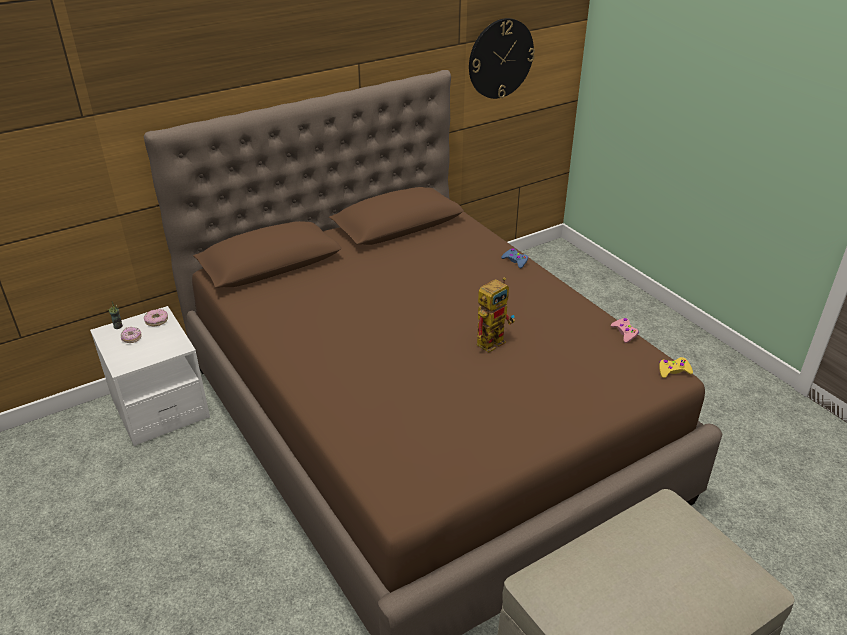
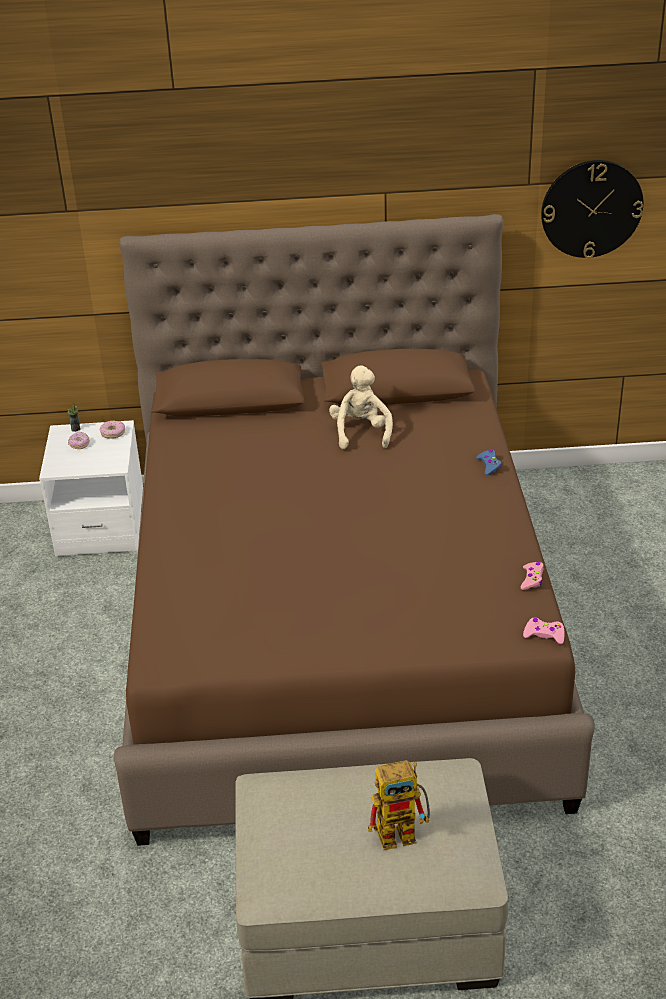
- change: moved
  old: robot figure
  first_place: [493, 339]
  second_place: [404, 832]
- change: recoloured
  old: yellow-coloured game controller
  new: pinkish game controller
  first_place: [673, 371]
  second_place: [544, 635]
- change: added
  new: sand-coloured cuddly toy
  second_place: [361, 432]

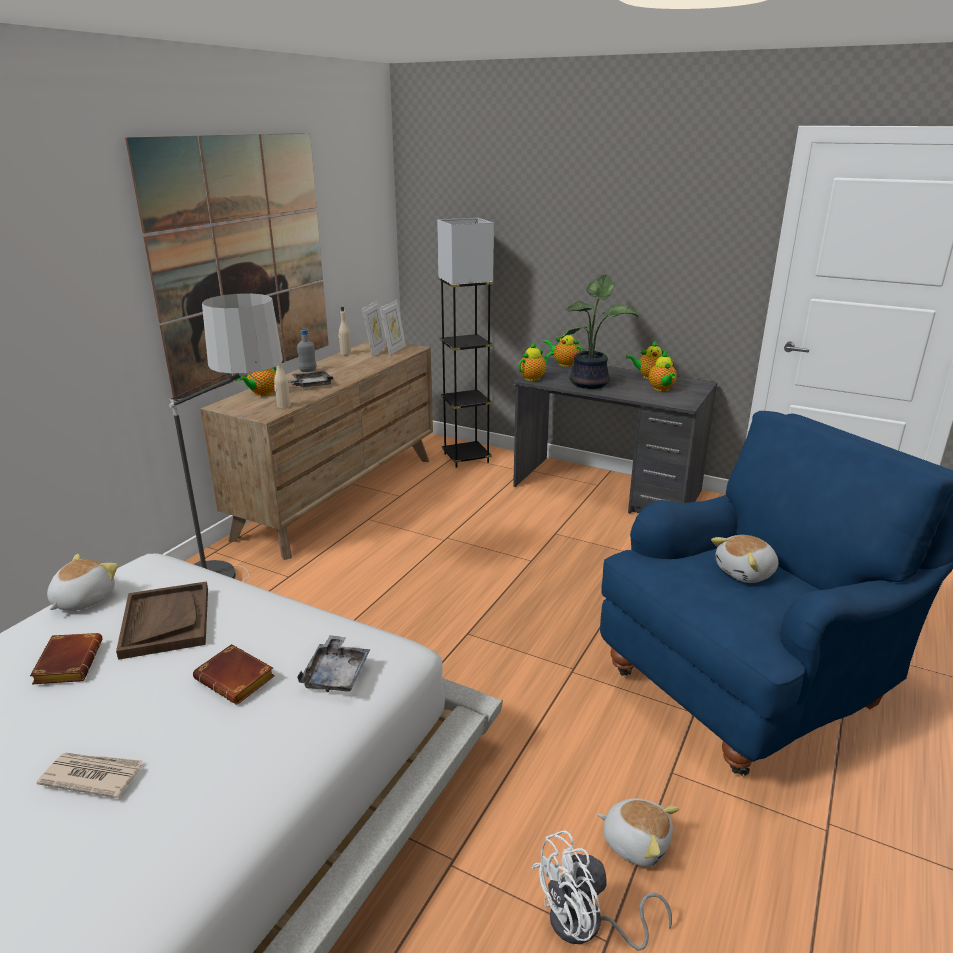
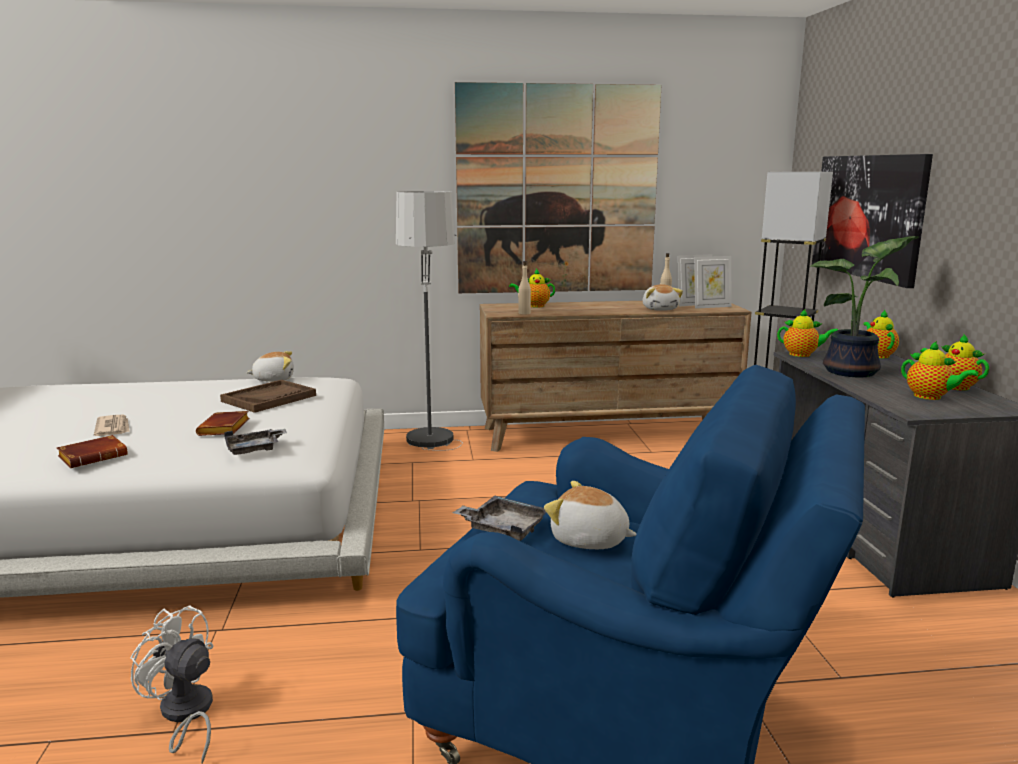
- change: removed
  old: gray drink bottle
  first_place: [308, 371]
- change: turned
  old: tea pot
  first_place: [661, 389]
  second_place: [930, 397]
  degrees: -90
- change: moved
  old: gray tray
  first_place: [311, 385]
  second_place: [503, 528]
- change: moved
  old: brown-coloured volume
  first_place: [67, 663]
  second_place: [94, 456]
- change: moved
  old: cuddly toy
  first_place: [636, 842]
  second_place: [660, 309]
- change: added
  new: wall art
  second_place: [867, 216]

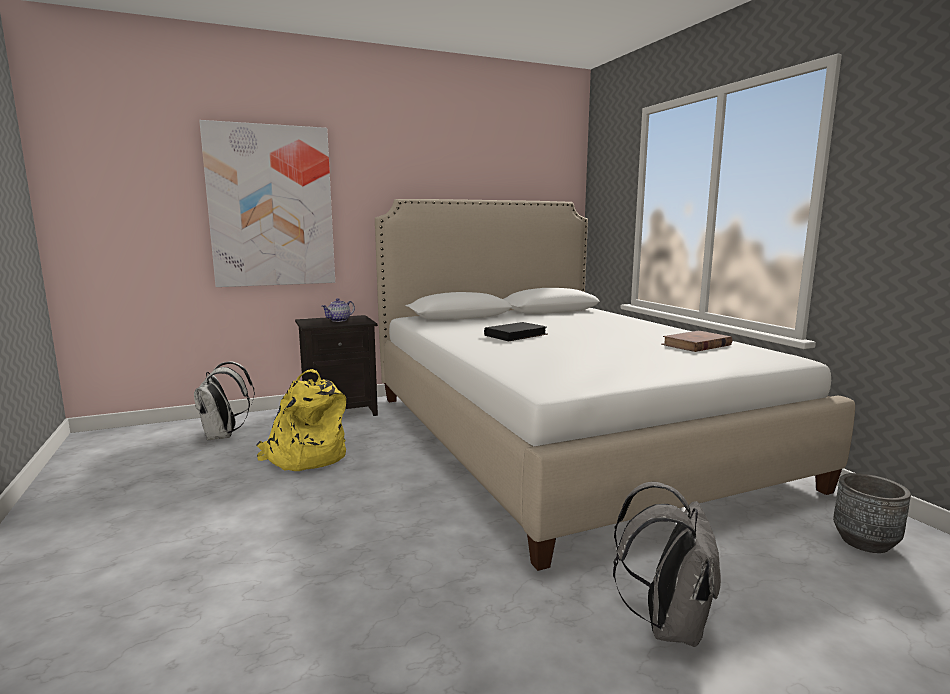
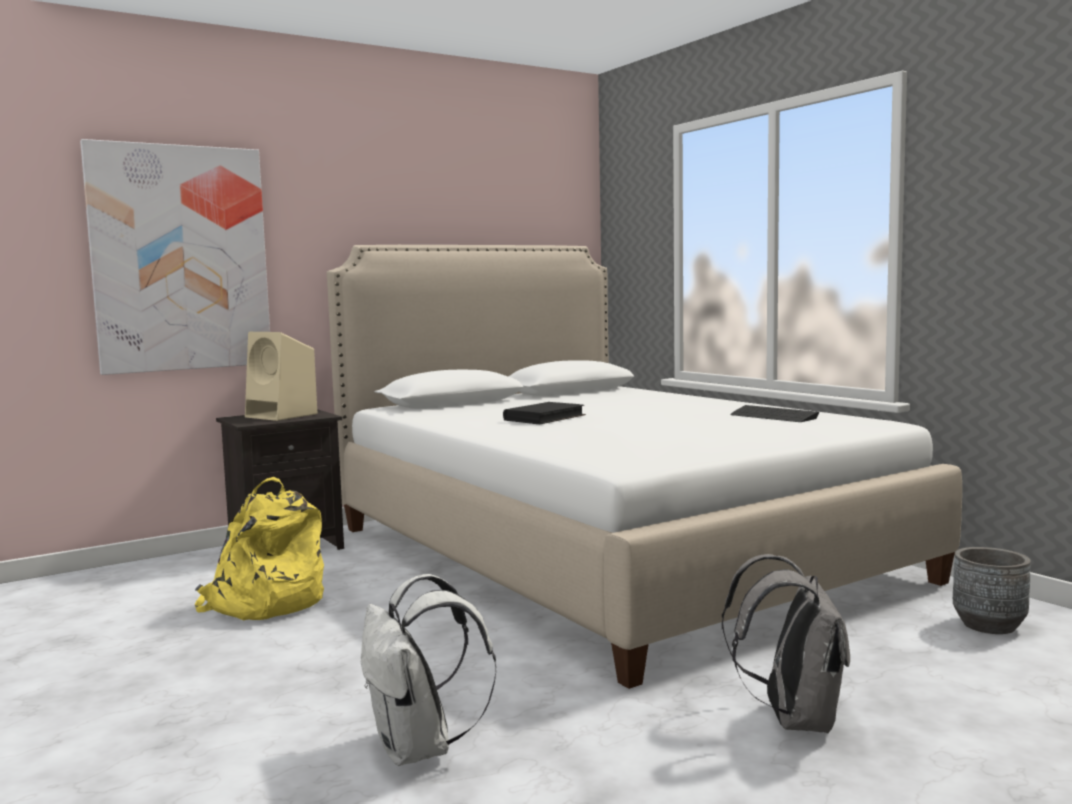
- change: replaced
  old: tea pot
  new: sand-coloured speaker
  first_place: [339, 320]
  second_place: [283, 415]
- change: replaced
  old: brown-coloured volume
  new: keyboard
  first_place: [696, 345]
  second_place: [773, 416]
- change: moved
  old: whitish backpack
  first_place: [223, 436]
  second_place: [419, 749]

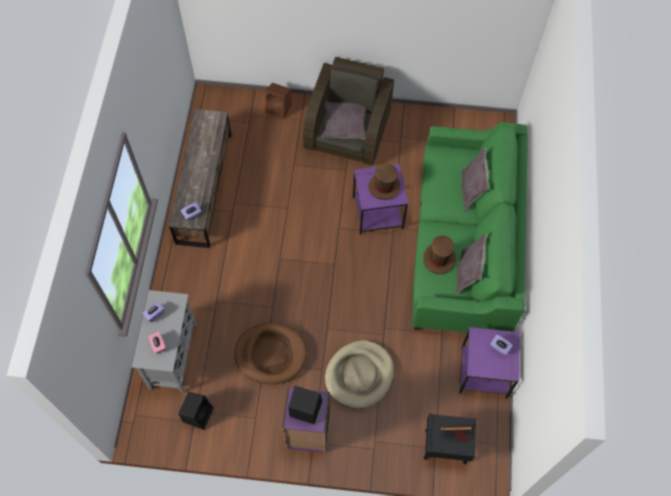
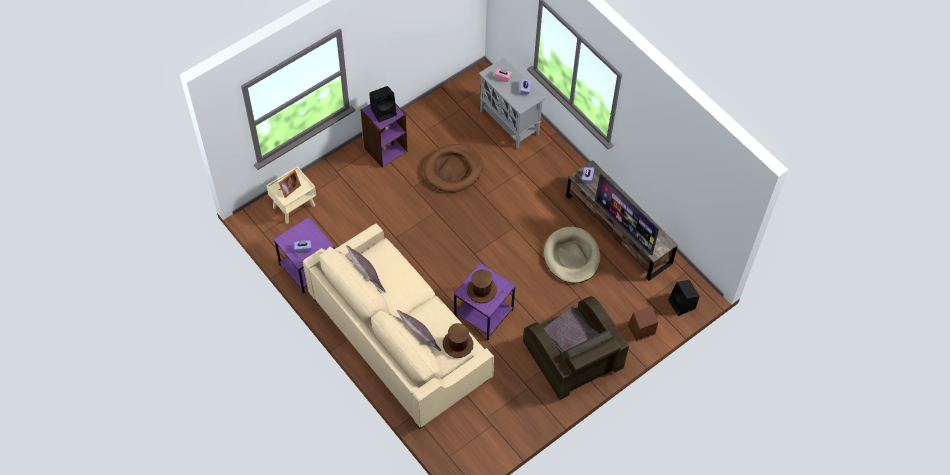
- change: recoloured
  old: green-coloured sofa
  new: sand-coloured sofa
  first_place: [462, 246]
  second_place: [400, 340]
- change: moved
  old: brown-coloured hat
  first_place: [439, 259]
  second_place: [457, 344]
- change: moved
  old: sand-coloured pet bed
  first_place: [359, 375]
  second_place: [571, 257]
- change: moved
  old: blackish speaker
  first_place: [198, 414]
  second_place: [682, 304]
- change: recoloured
  old: blackish night table
  new: sand-coloured night table
  first_place: [445, 446]
  second_place: [294, 206]
- change: added
  new: TV
  second_place: [624, 227]

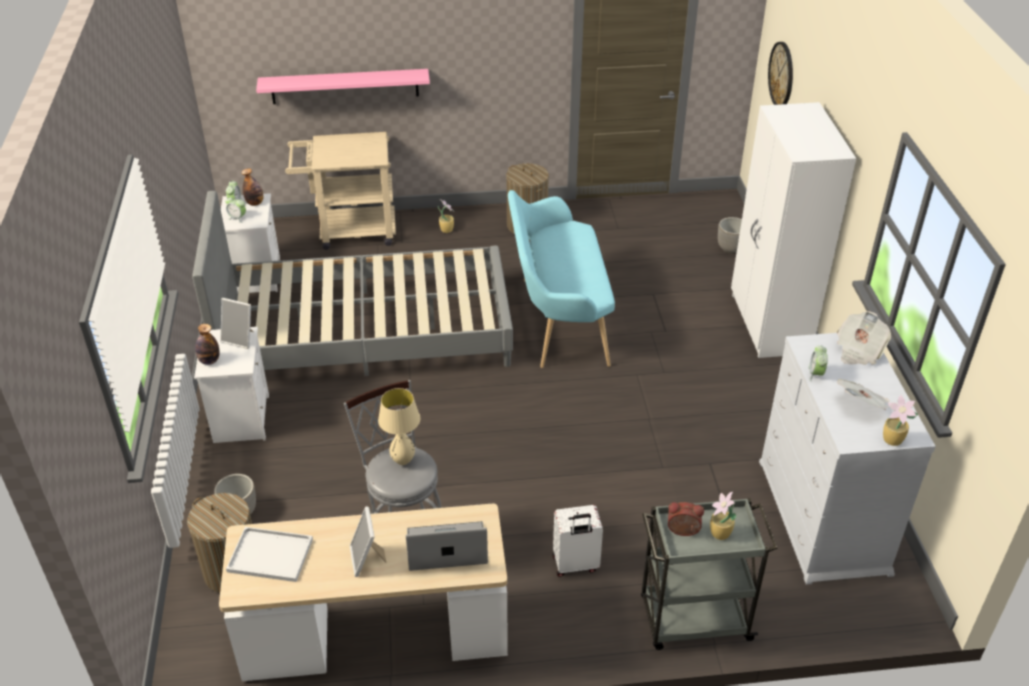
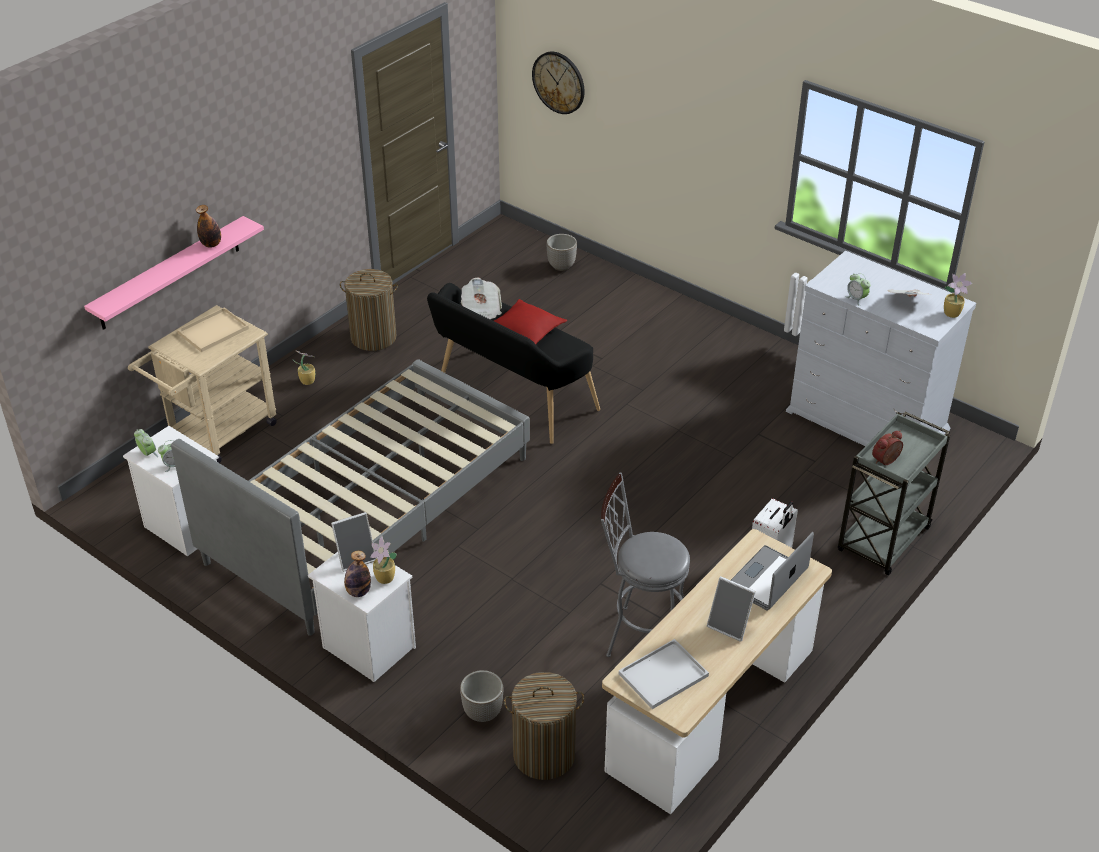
- change: removed
  old: whitish armoire
  first_place: [769, 324]
- change: moved
  old: drink bottle
  first_place: [255, 203]
  second_place: [211, 244]
- change: recoloured
  old: blue-green long seat
  new: blackish long seat
  first_place: [557, 320]
  second_place: [511, 400]
- change: moved
  old: daily paper
  first_place: [858, 350]
  second_place: [482, 310]
- change: removed
  old: sand-coloured table lamp
  first_place: [403, 461]
- change: moved
  old: potted plant
  first_place: [720, 534]
  second_place: [385, 579]
- change: added
  new: red-coloured throw pillow
  second_place: [525, 331]
- change: added
  new: sand-coloured tray
  second_place: [212, 331]

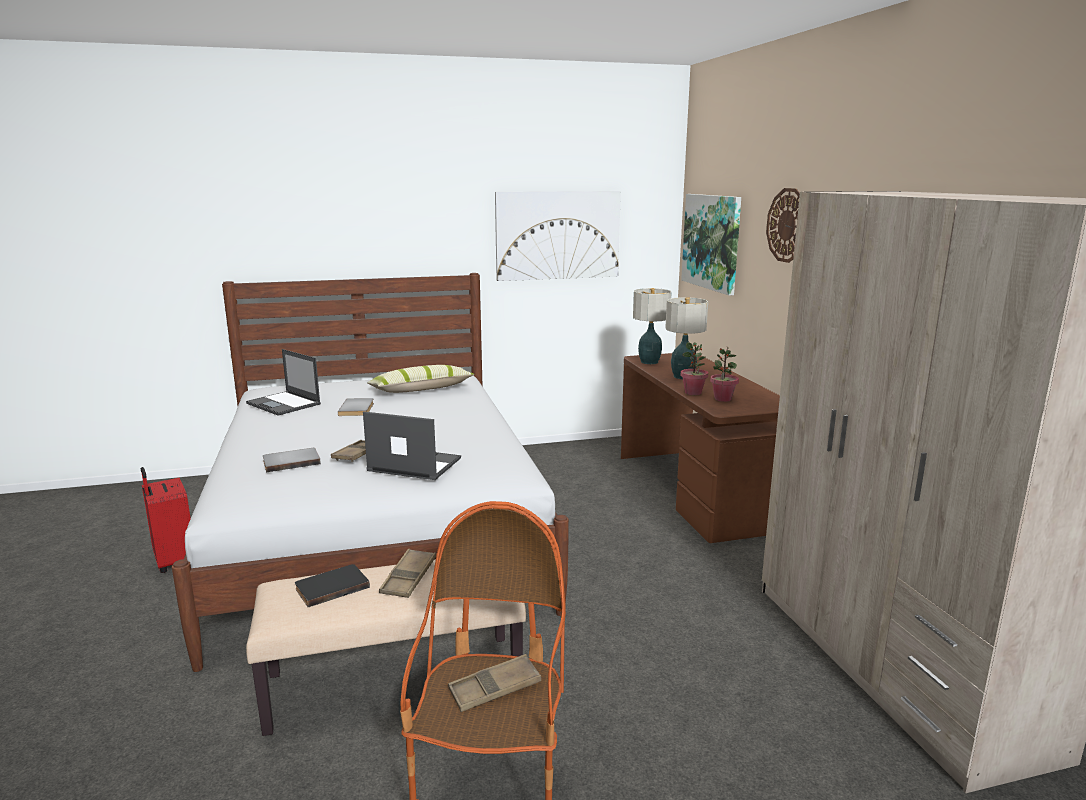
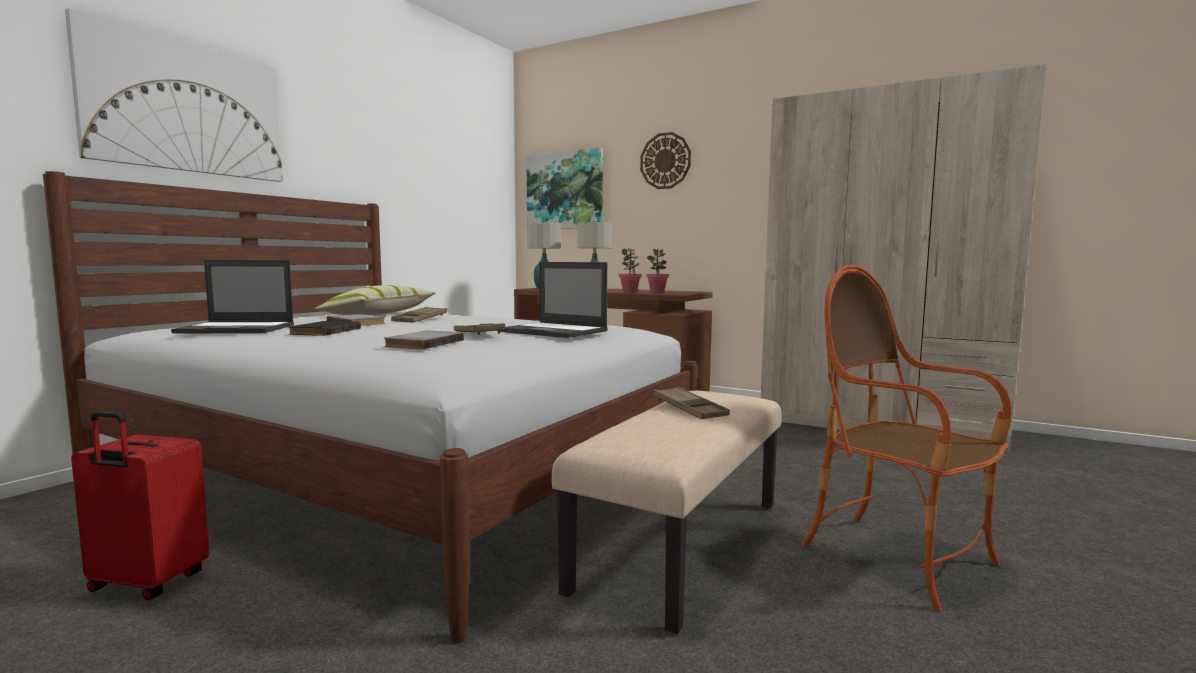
- change: moved
  old: wall art
  first_place: [557, 235]
  second_place: [187, 108]
- change: turned
  old: notebook computer
  first_place: [413, 464]
  second_place: [555, 331]
  degrees: -120
- change: moved
  old: blackish volume
  first_place: [331, 587]
  second_place: [323, 331]
- change: moved
  old: brown-coloured tray
  first_place: [495, 689]
  second_place: [420, 319]

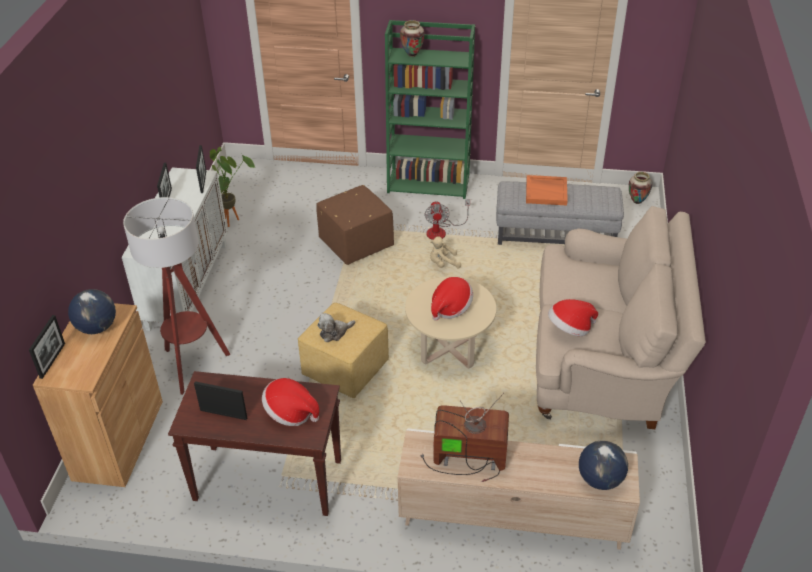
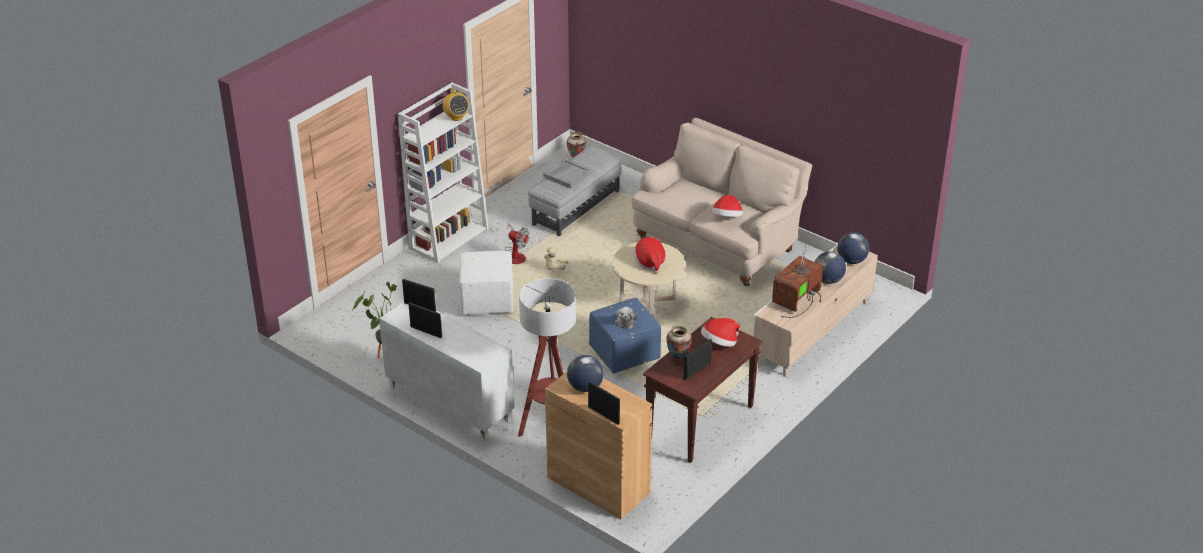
- change: recoloured
  old: green-coloured shelving unit
  new: whitish shelving unit
  first_place: [429, 183]
  second_place: [449, 238]
- change: moved
  old: vase
  first_place: [412, 55]
  second_place: [678, 357]
- change: recoloured
  old: orange-coloured tray
  new: gray tray
  first_place: [546, 192]
  second_place: [567, 175]
- change: recoloured
  old: brown-coloured ottoman
  new: whitish ottoman
  first_place: [356, 243]
  second_place: [486, 301]
- change: recoloured
  old: yellow-coloured ottoman
  new: blue ottoman
  first_place: [344, 370]
  second_place: [624, 355]
- change: added
  new: radio set
  second_place: [456, 117]
- change: added
  new: globe
  second_place: [828, 280]

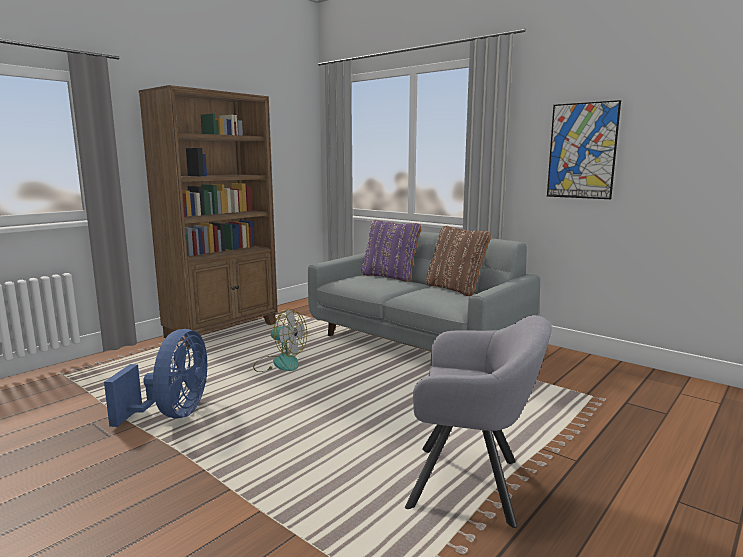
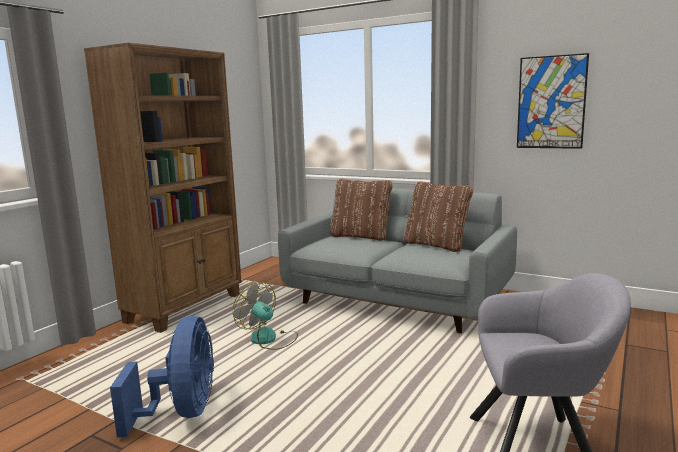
- change: recoloured
  old: purple-coloured throw pillow
  new: brown-coloured throw pillow
  first_place: [390, 276]
  second_place: [361, 236]
- change: turned
  old: electric fan
  first_place: [279, 363]
  second_place: [269, 339]
  degrees: -150

